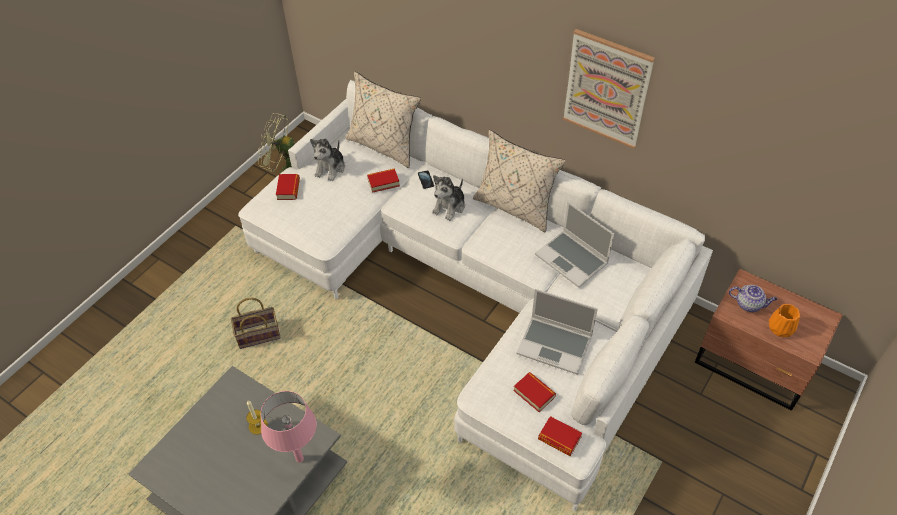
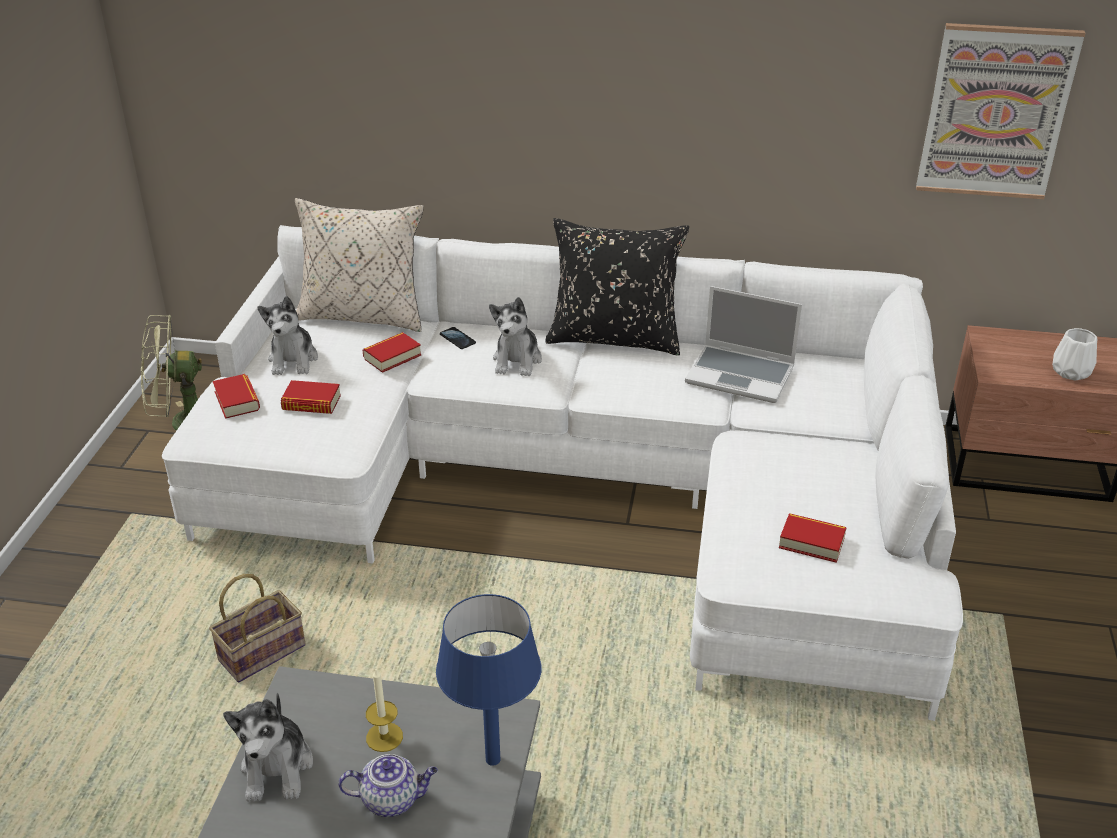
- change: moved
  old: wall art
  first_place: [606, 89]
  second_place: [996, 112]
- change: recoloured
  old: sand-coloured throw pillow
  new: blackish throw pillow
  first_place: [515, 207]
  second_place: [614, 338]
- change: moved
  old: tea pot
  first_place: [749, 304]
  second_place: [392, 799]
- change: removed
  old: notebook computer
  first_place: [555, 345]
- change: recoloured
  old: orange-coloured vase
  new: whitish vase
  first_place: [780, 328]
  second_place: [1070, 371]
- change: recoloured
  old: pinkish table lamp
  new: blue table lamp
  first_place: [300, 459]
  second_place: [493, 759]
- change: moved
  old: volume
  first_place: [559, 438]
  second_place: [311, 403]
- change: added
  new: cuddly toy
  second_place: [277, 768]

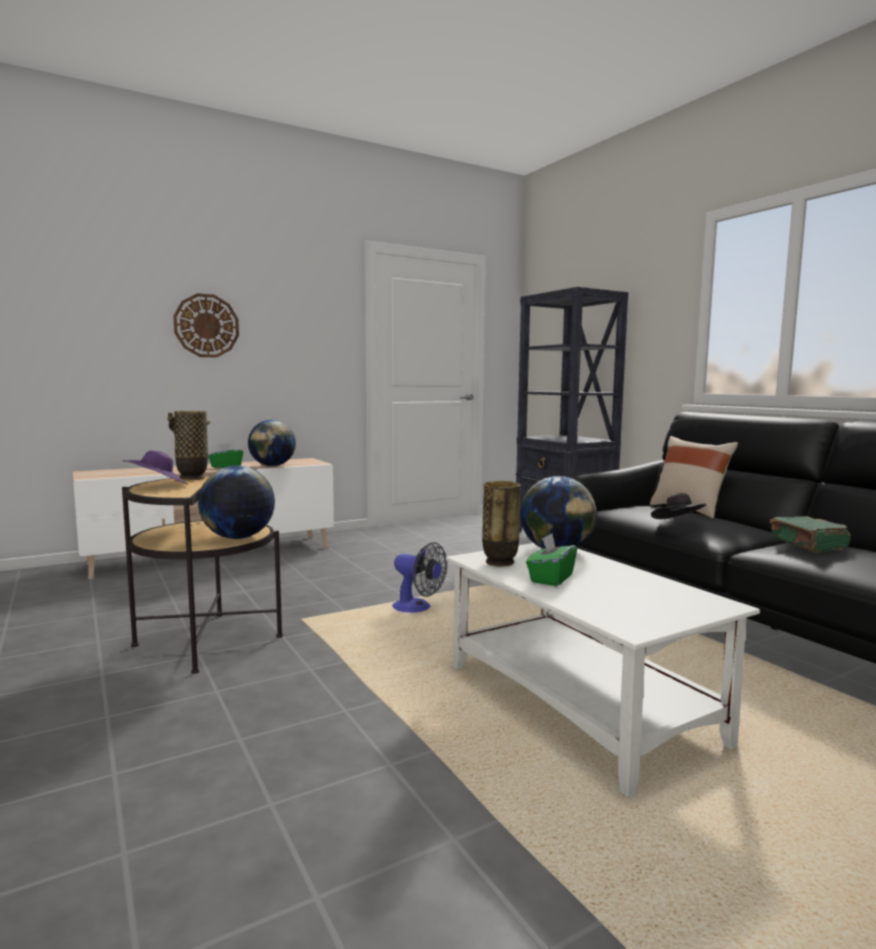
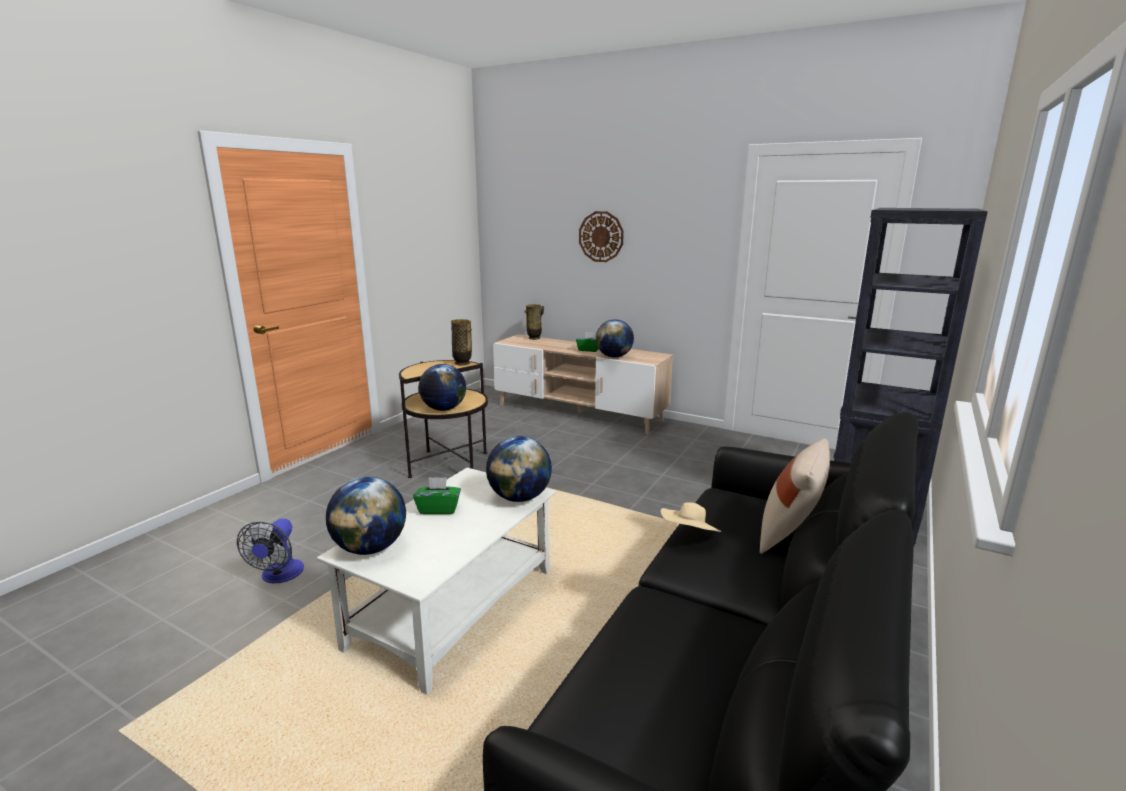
- change: removed
  old: purple-coloured hat
  first_place: [158, 486]
- change: moved
  old: vase
  first_place: [500, 563]
  second_place: [534, 338]
- change: recoloured
  old: blackish hat
  new: sand-coloured hat
  first_place: [678, 524]
  second_place: [689, 535]
- change: removed
  old: green-coloured volume
  first_place: [808, 545]
- change: moved
  old: electric fan
  first_place: [417, 608]
  second_place: [279, 576]
- change: added
  new: globe
  second_place: [370, 548]

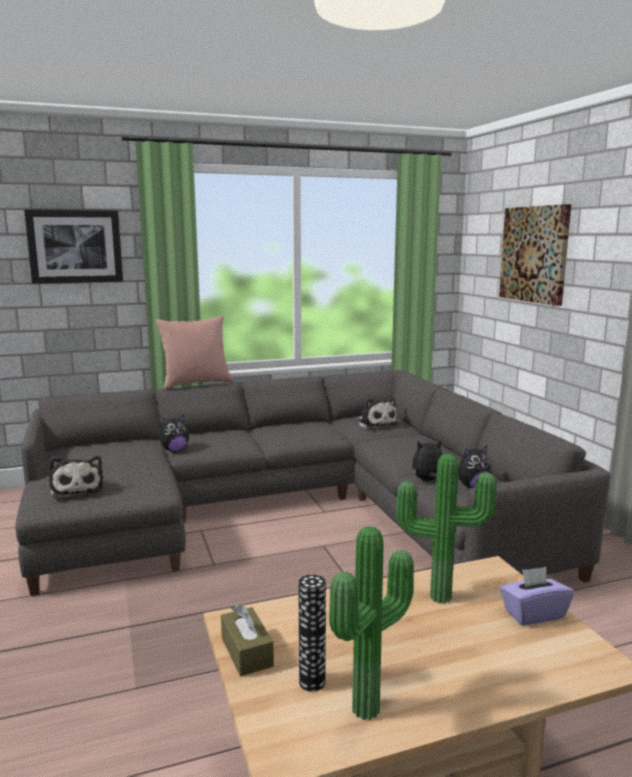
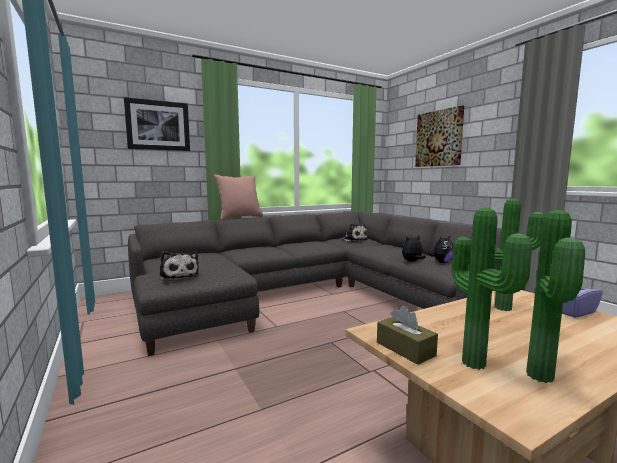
- change: removed
  old: cuddly toy
  first_place: [174, 450]
- change: replaced
  old: vase
  new: potted plant
  first_place: [312, 682]
  second_place: [477, 363]

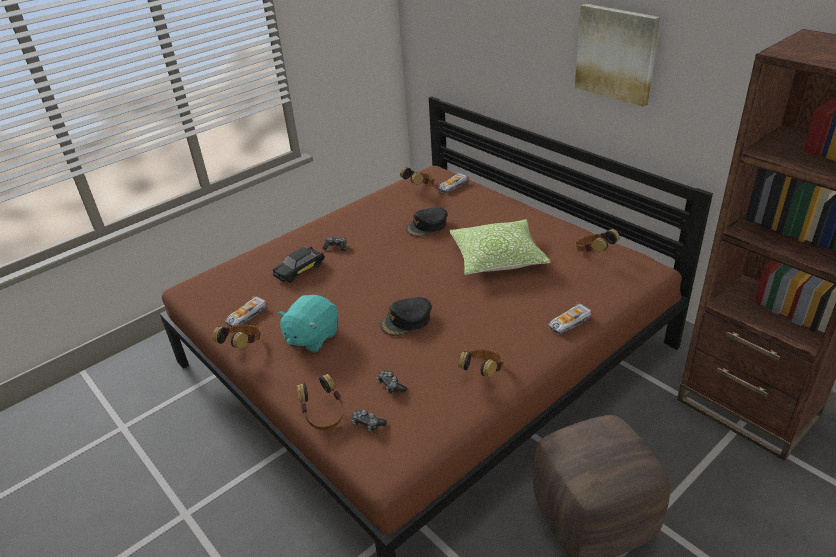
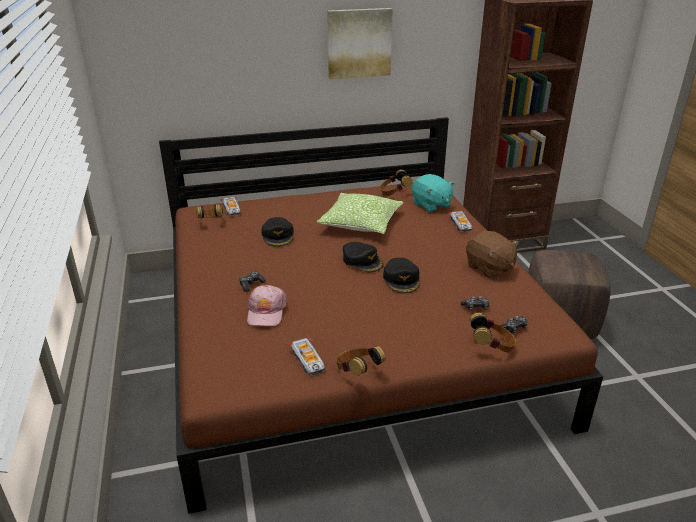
- change: replaced
  old: blackish model car
  new: pinkish baseball cap
  first_place: [300, 270]
  second_place: [266, 312]
- change: moved
  old: blue-green cuddly toy
  first_place: [311, 337]
  second_place: [431, 205]
- change: replaced
  old: pair of headphones
  new: brown-coloured cuddly toy
  first_place: [483, 373]
  second_place: [489, 268]
- change: added
  new: blackish baseball cap
  second_place: [362, 261]

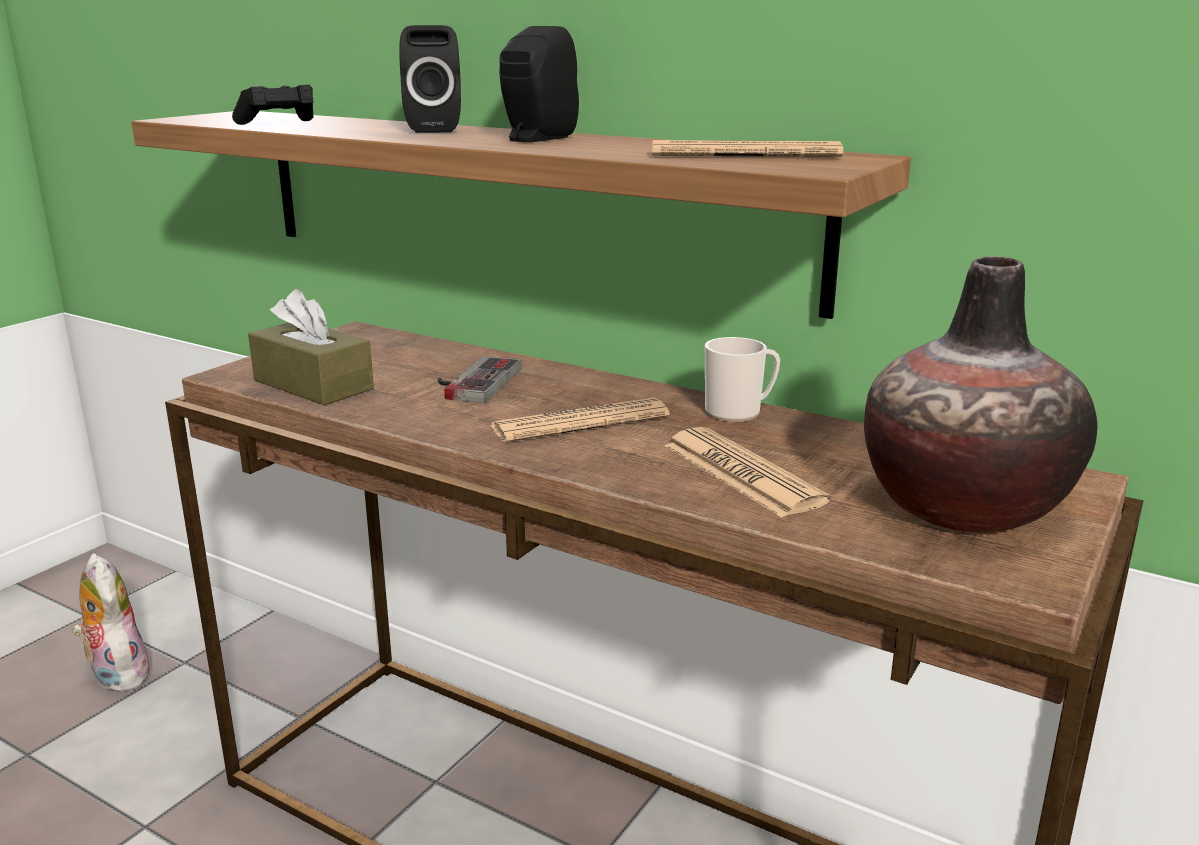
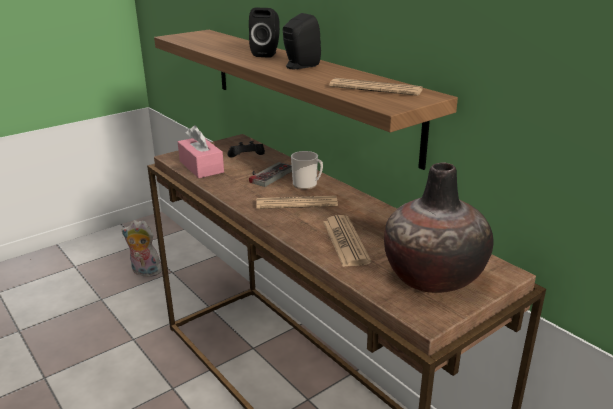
- change: moved
  old: blackish game controller
  first_place: [279, 124]
  second_place: [247, 158]
- change: recoloured
  old: brown-coloured tissue box
  new: pinkish tissue box
  first_place: [313, 384]
  second_place: [201, 167]
- change: moved
  old: tea mug
  first_place: [739, 412]
  second_place: [307, 185]
- change: turned
  old: cuddly toy
  first_place: [116, 675]
  second_place: [144, 272]
  degrees: -60

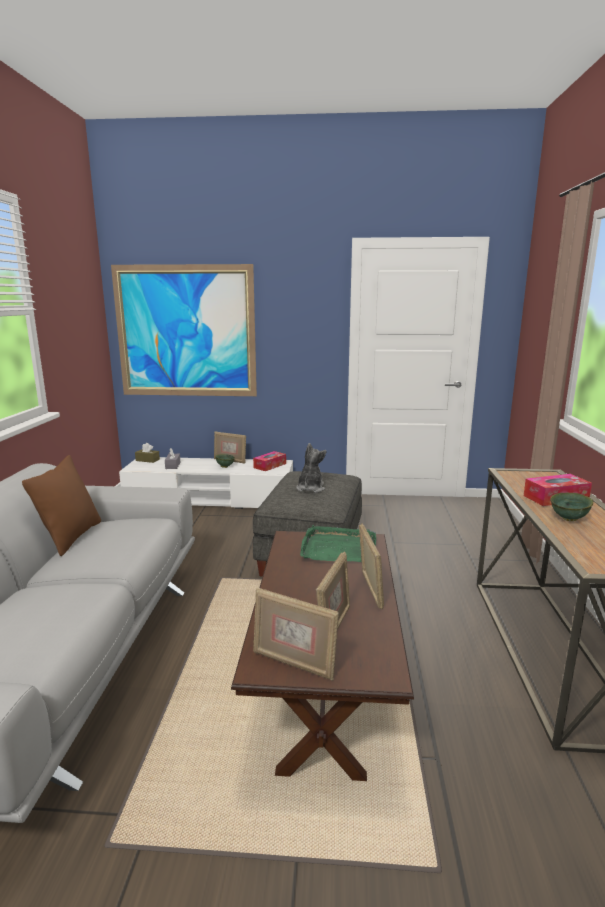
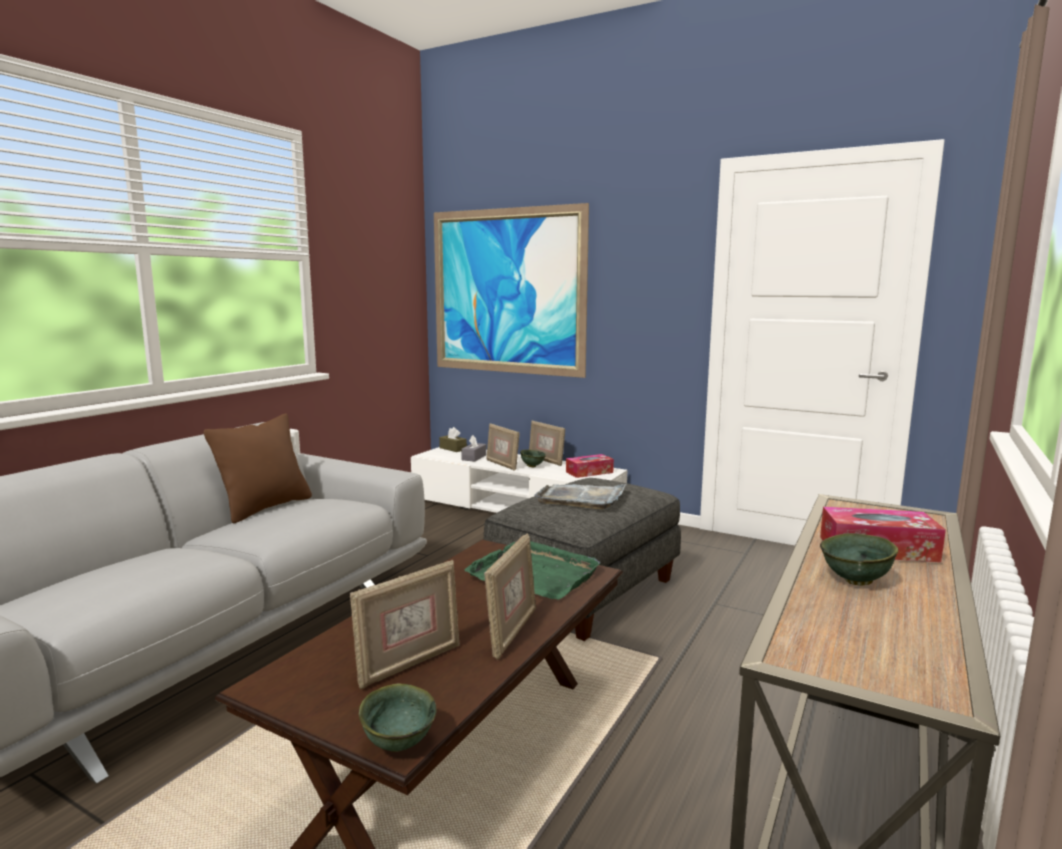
- change: replaced
  old: cuddly toy
  new: gray tray
  first_place: [310, 488]
  second_place: [581, 498]
- change: moved
  old: standing frame
  first_place: [294, 663]
  second_place: [502, 465]
- change: added
  new: green-coloured serving bowl
  second_place: [399, 743]

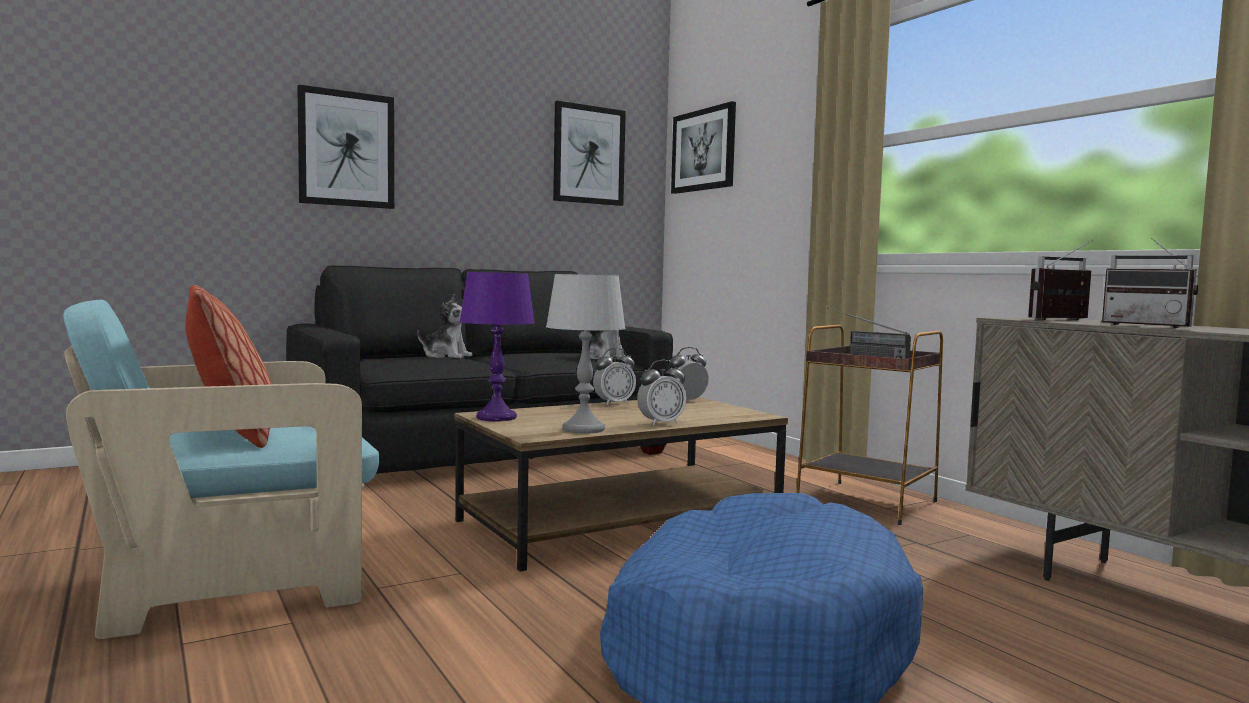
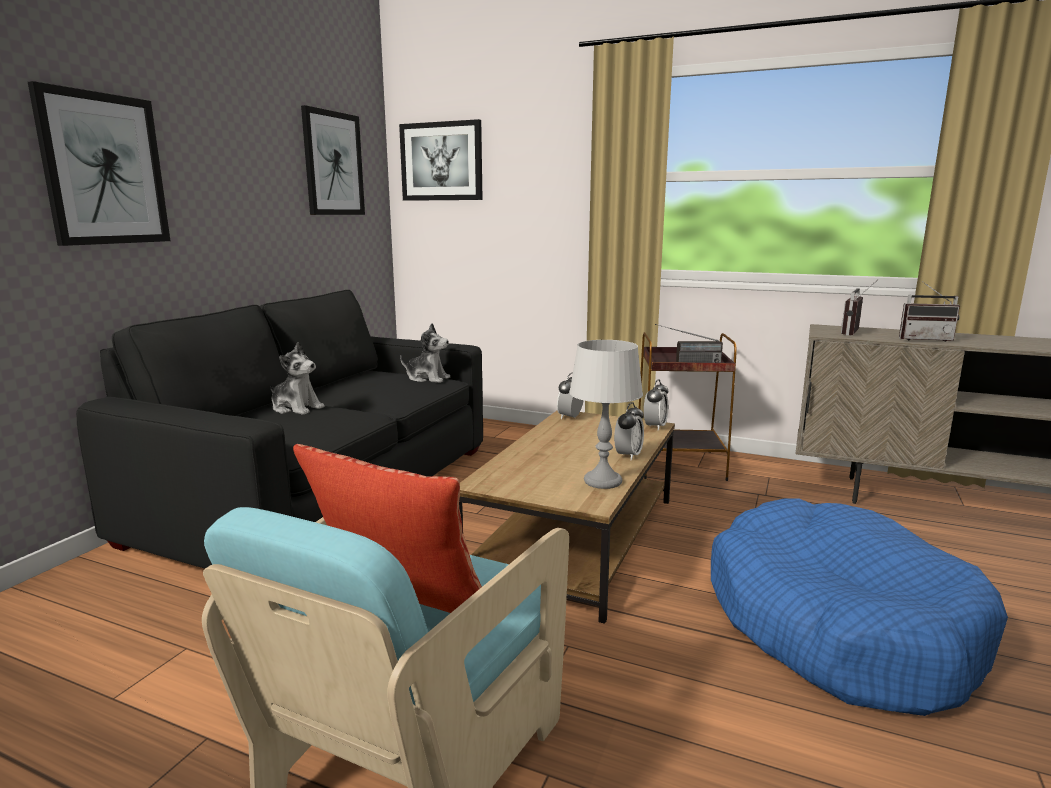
- change: removed
  old: purple-coloured table lamp
  first_place: [496, 417]
- change: turned
  old: cuddly toy
  first_place: [446, 356]
  second_place: [296, 408]
  degrees: 45
- change: moved
  old: alarm clock
  first_place: [614, 403]
  second_place: [655, 426]

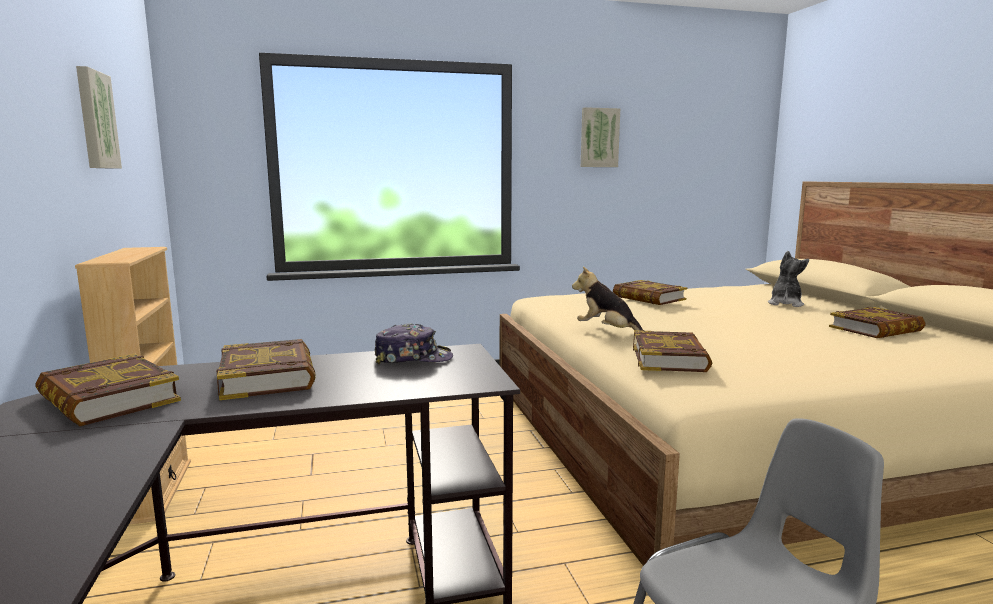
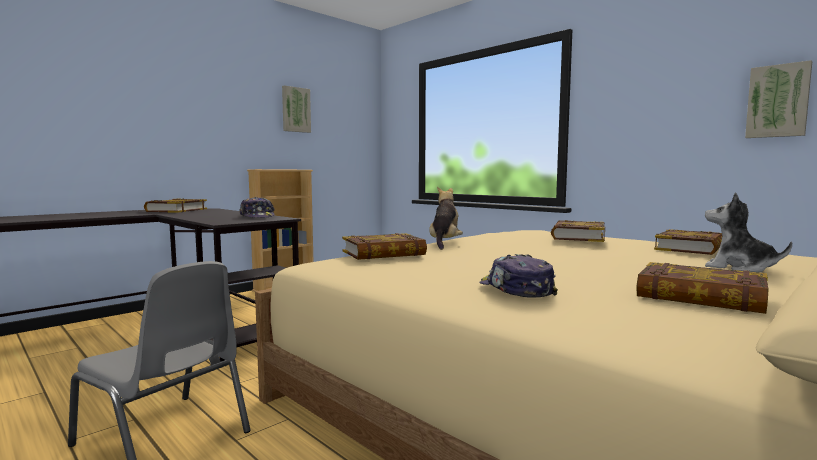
- change: moved
  old: wall art
  first_place: [599, 138]
  second_place: [778, 101]
- change: turned
  old: cuddly toy
  first_place: [785, 304]
  second_place: [739, 268]
  degrees: -135
- change: moved
  old: volume
  first_place: [268, 377]
  second_place: [690, 248]
- change: added
  new: baseball cap
  second_place: [515, 290]

